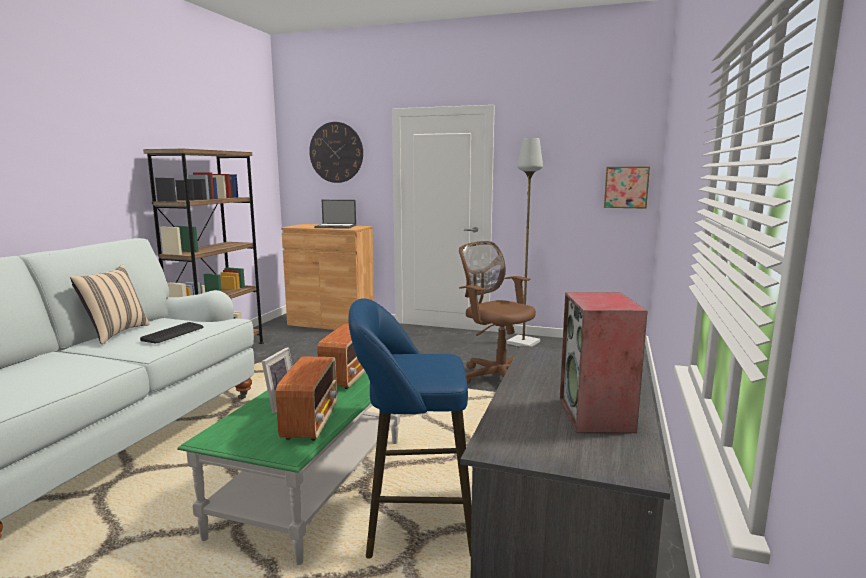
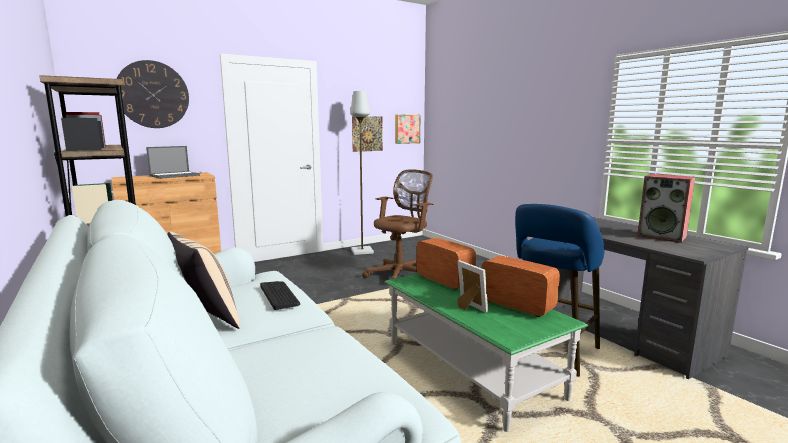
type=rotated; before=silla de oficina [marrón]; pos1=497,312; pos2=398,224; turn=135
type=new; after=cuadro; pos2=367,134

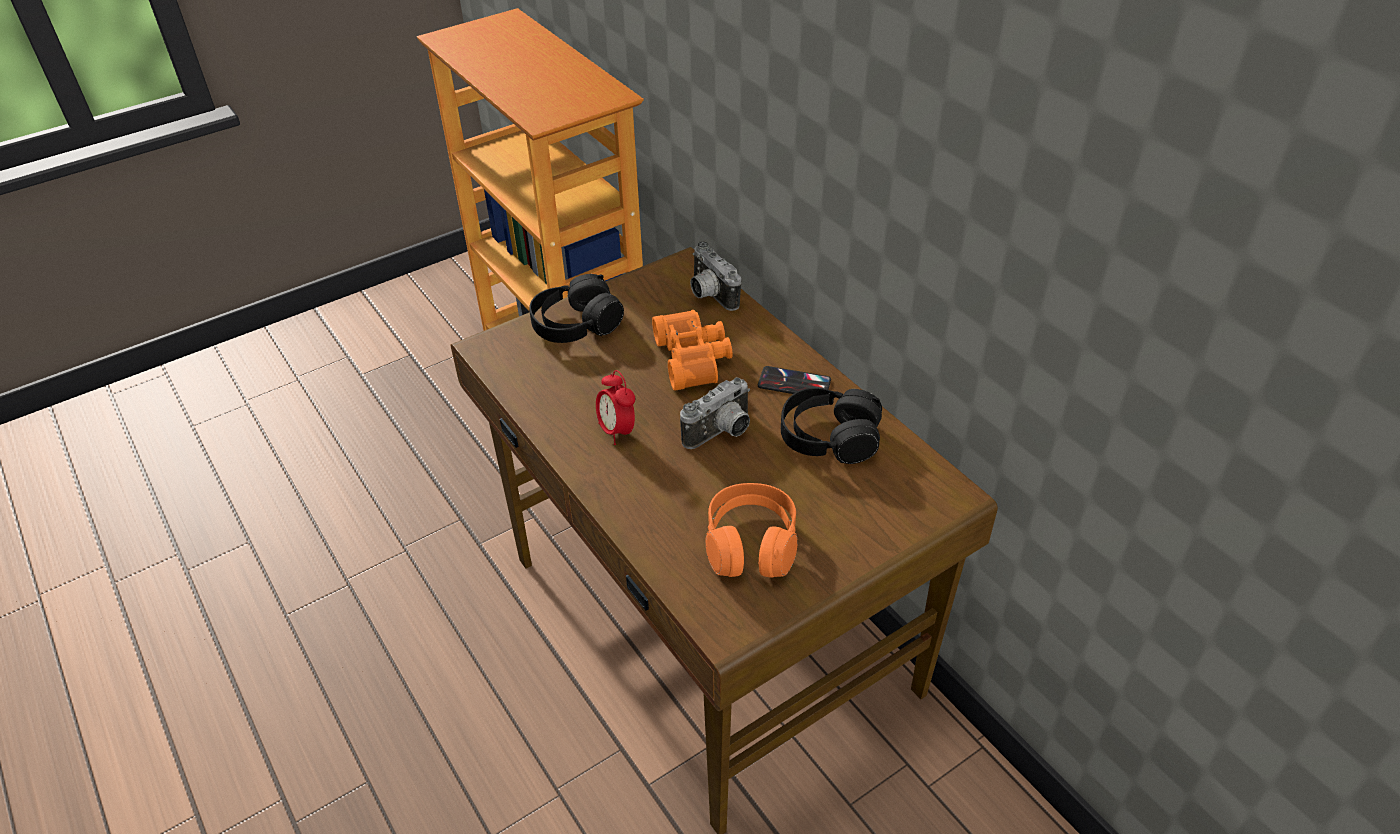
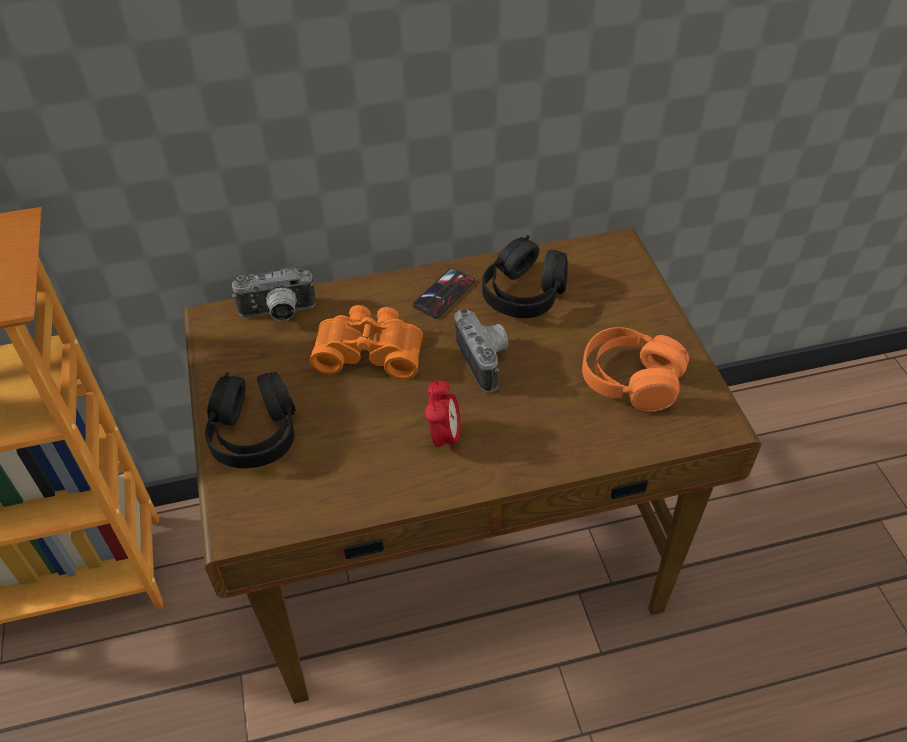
type=rotated; before=despertador; pos1=615,407; pos2=443,416; turn=-75

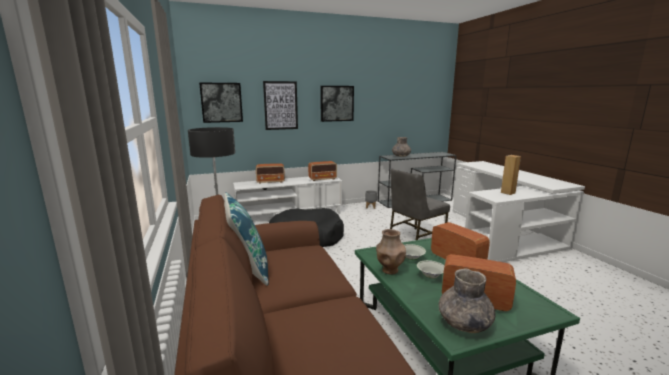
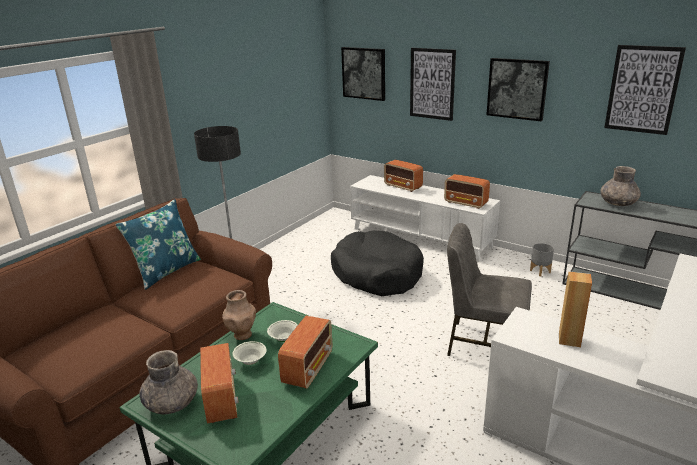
type=new; after=cuadro; pos2=645,90

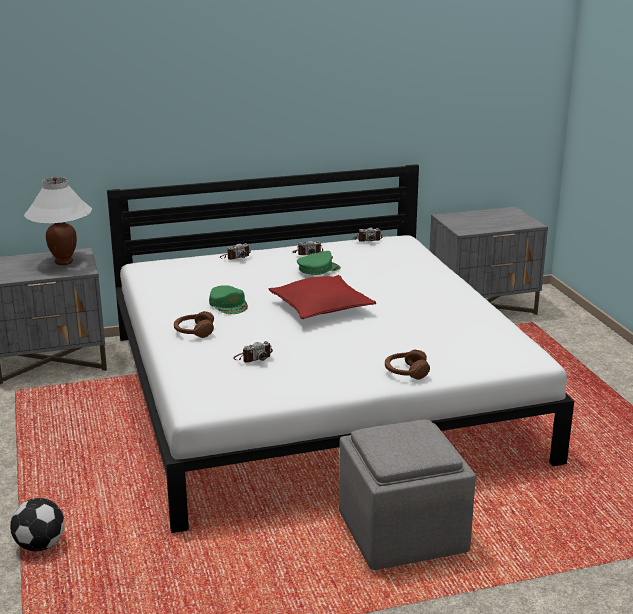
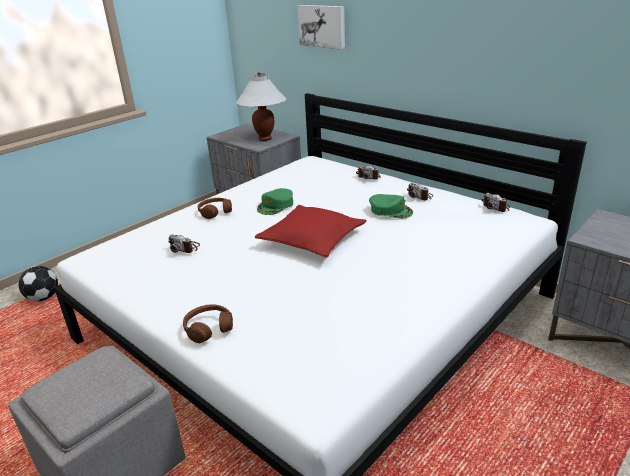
type=new; after=cuadro; pos2=321,27

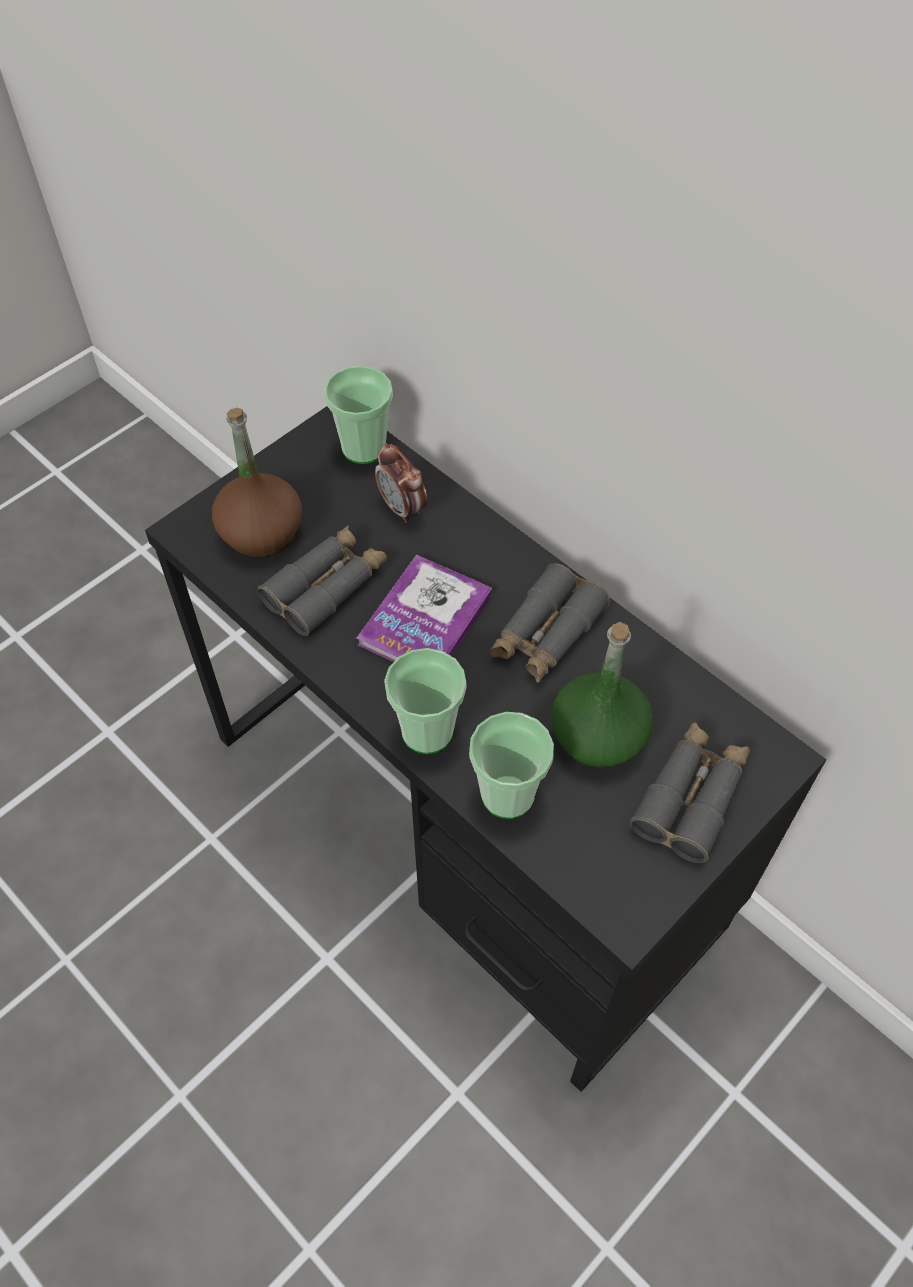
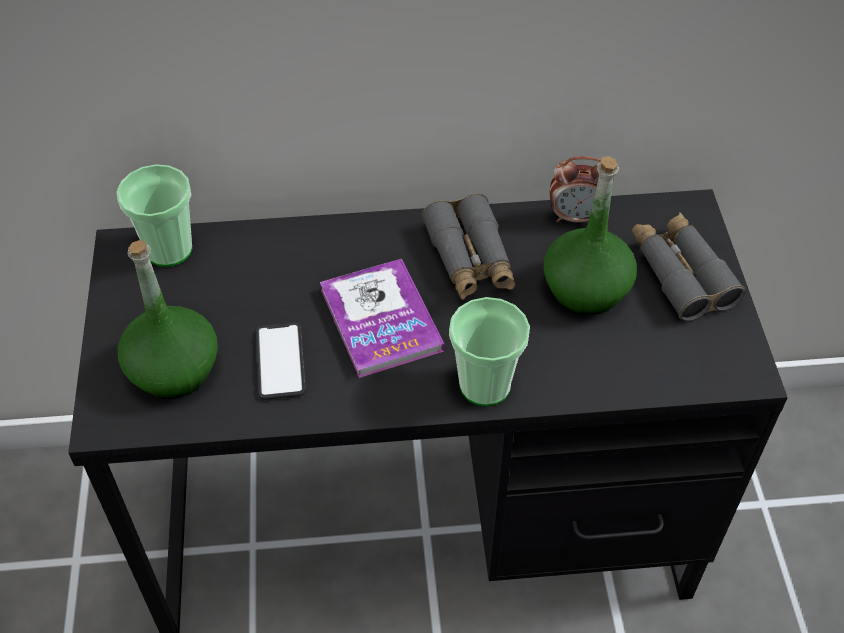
type=repainted; before=botella [marrón]; after=botella [verde]; pos1=257,483; pos2=168,319
type=swapped; before=prismáticos [gris]; after=móvil; pos1=322,581; pos2=281,361
type=shifted; before=despertador; pos1=401,483; pos2=582,189
type=gone; before=taza; pos1=511,765

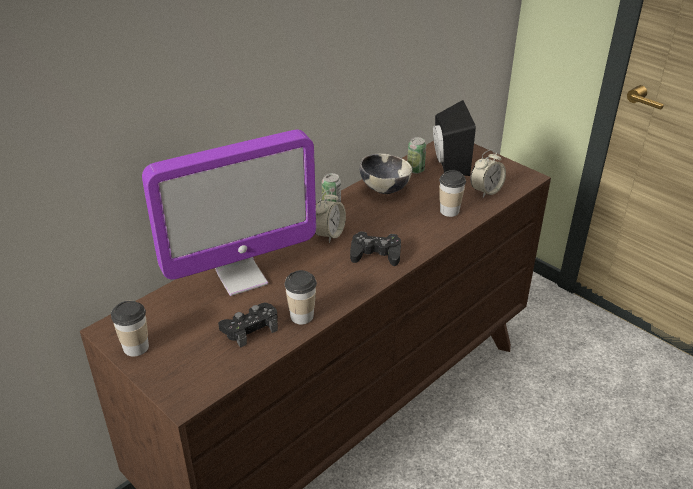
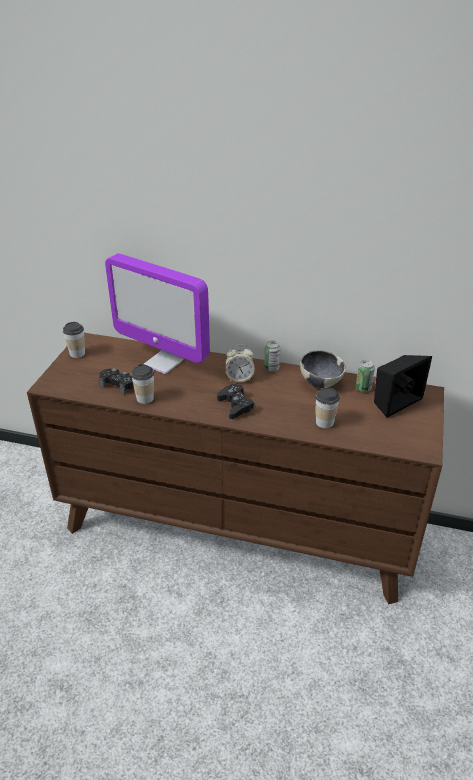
type=gone; before=despertador; pos1=488,173

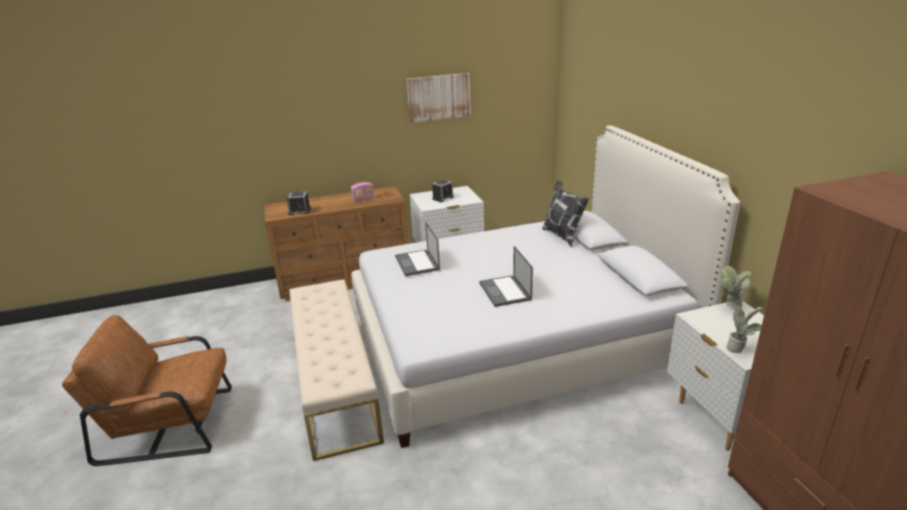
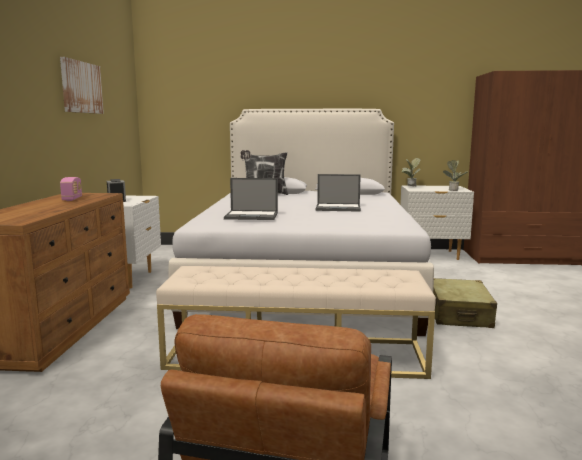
type=gone; before=despertador; pos1=299,203
type=new; after=maleta [beis]; pos2=465,303

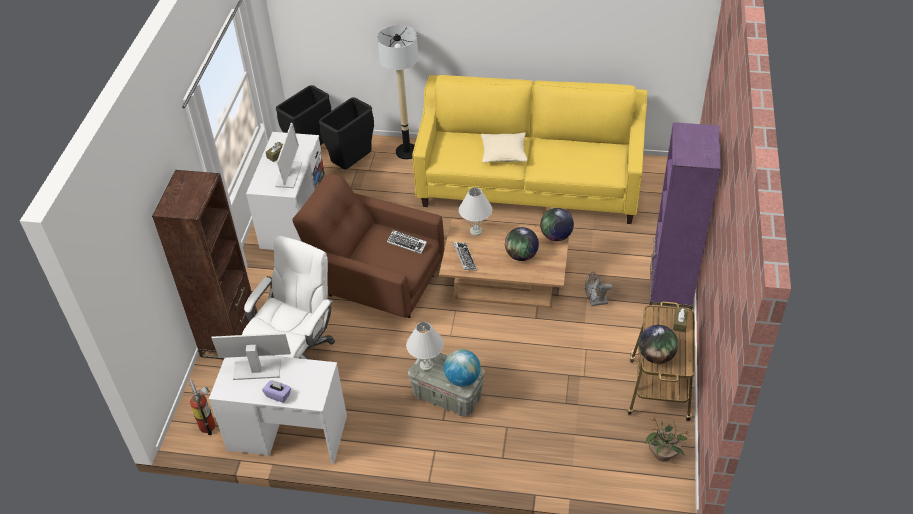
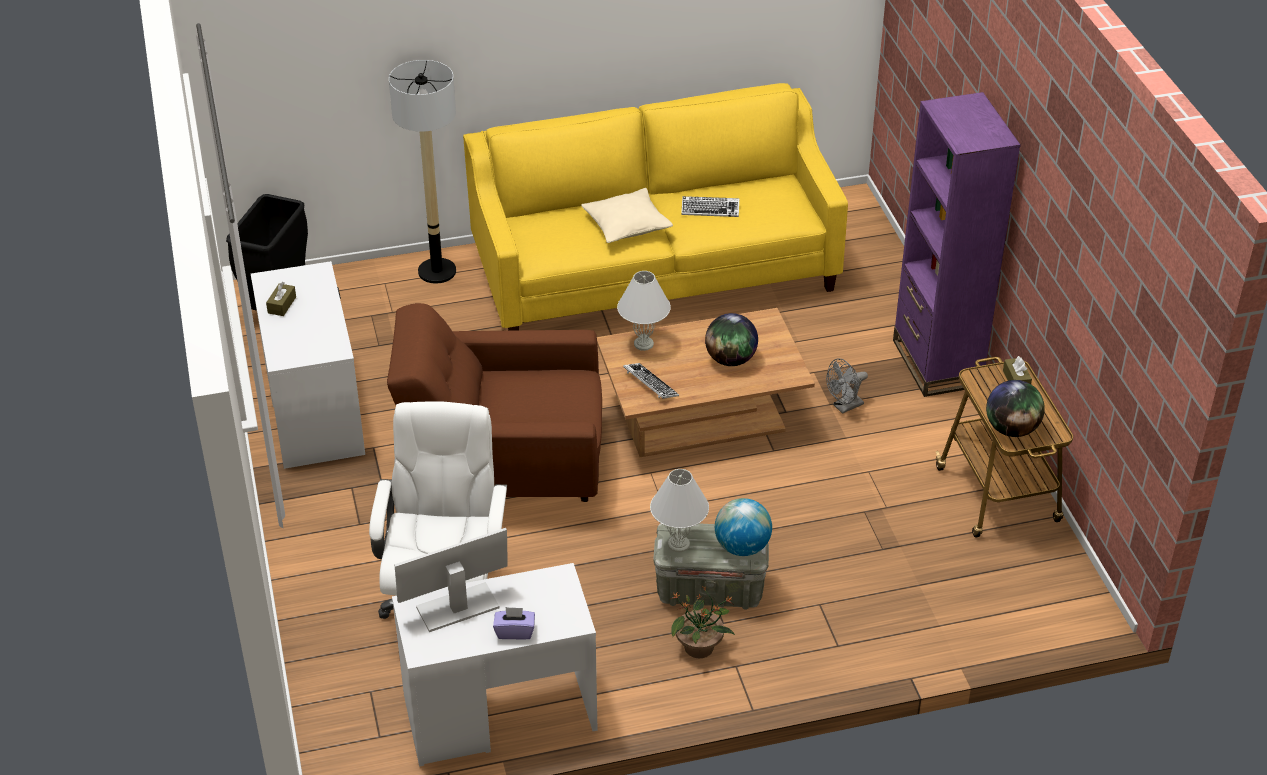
type=gone; before=estantería [marrón]; pos1=204,265
type=gone; before=extintor; pos1=202,407
type=gone; before=monitor; pos1=288,155
type=gone; before=papelera [negro]; pos1=346,133
type=shifted; before=teclado; pos1=407,242; pos2=710,206
type=gone; before=globo terráqueo; pos1=557,224
type=shifted; before=planta en maceta; pos1=667,440; pos2=703,622

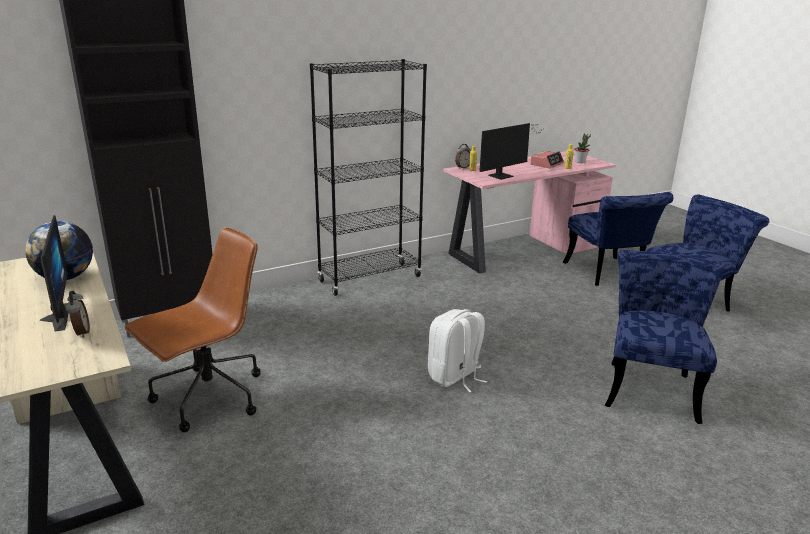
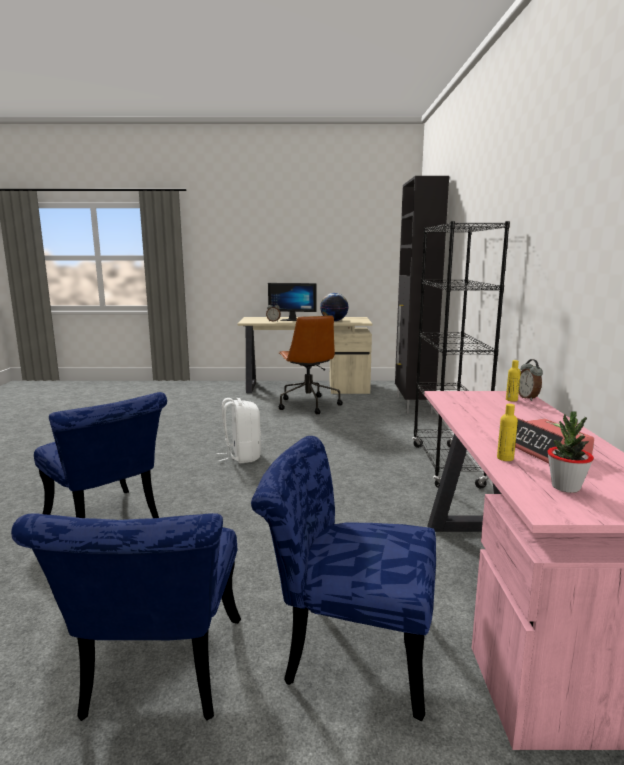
type=gone; before=monitor; pos1=511,151

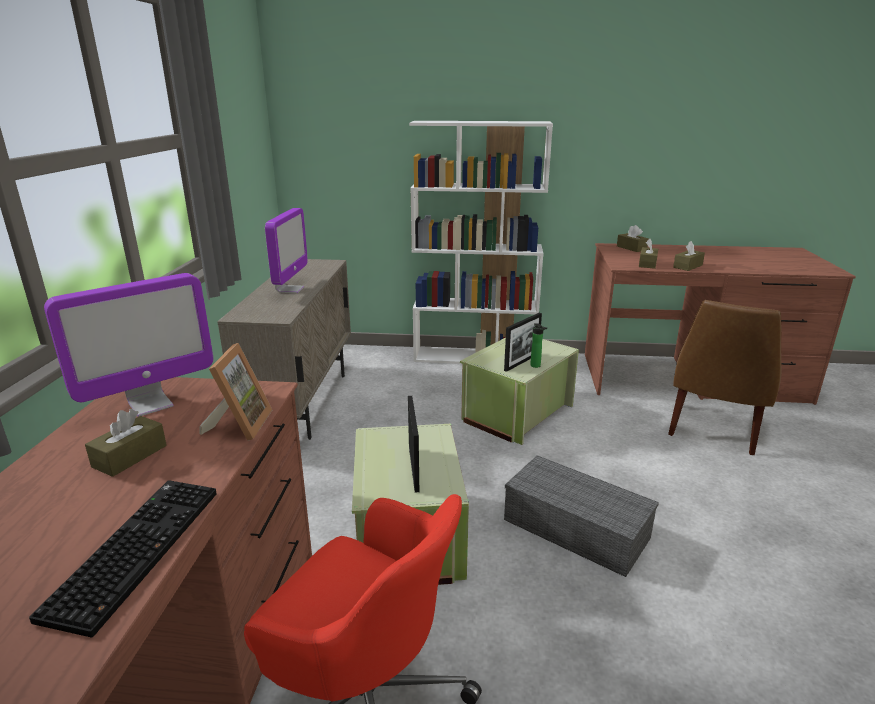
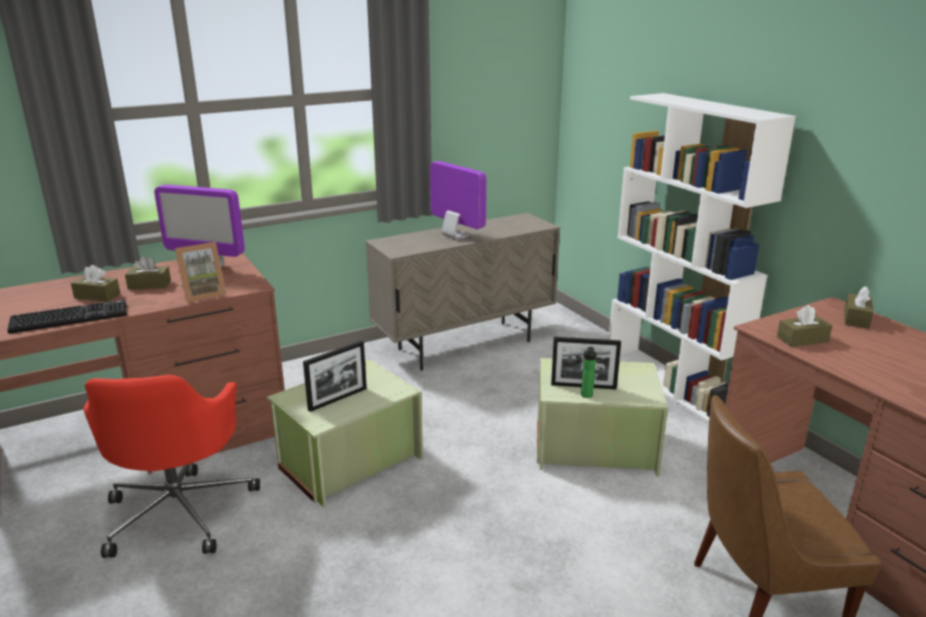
type=rotated; before=monitor; pos1=286,250; pos2=458,200; turn=-105
type=gone; before=caja de almacenaje [gris]; pos1=581,516
type=shifted; before=caja de pañuelos [marrón]; pos1=689,256; pos2=95,283

